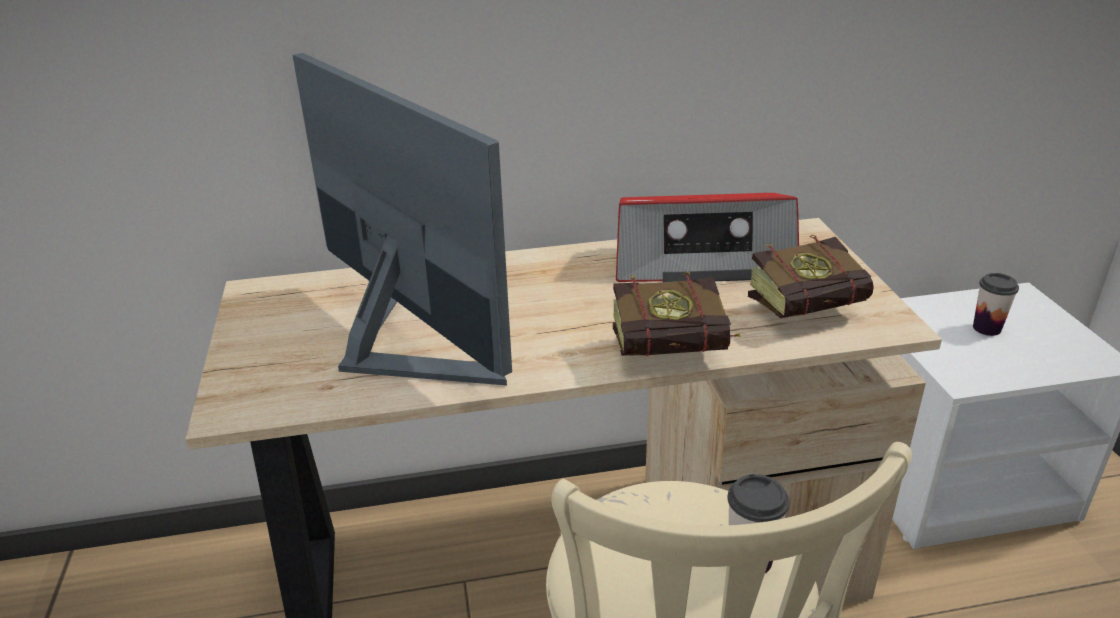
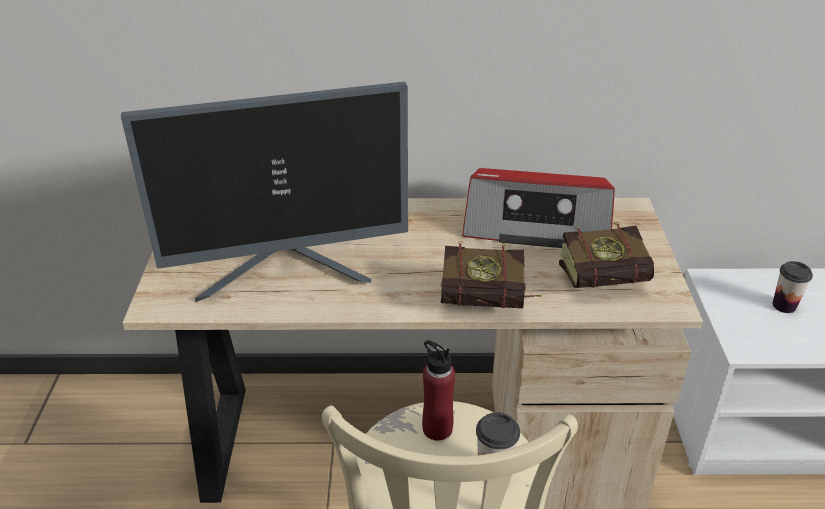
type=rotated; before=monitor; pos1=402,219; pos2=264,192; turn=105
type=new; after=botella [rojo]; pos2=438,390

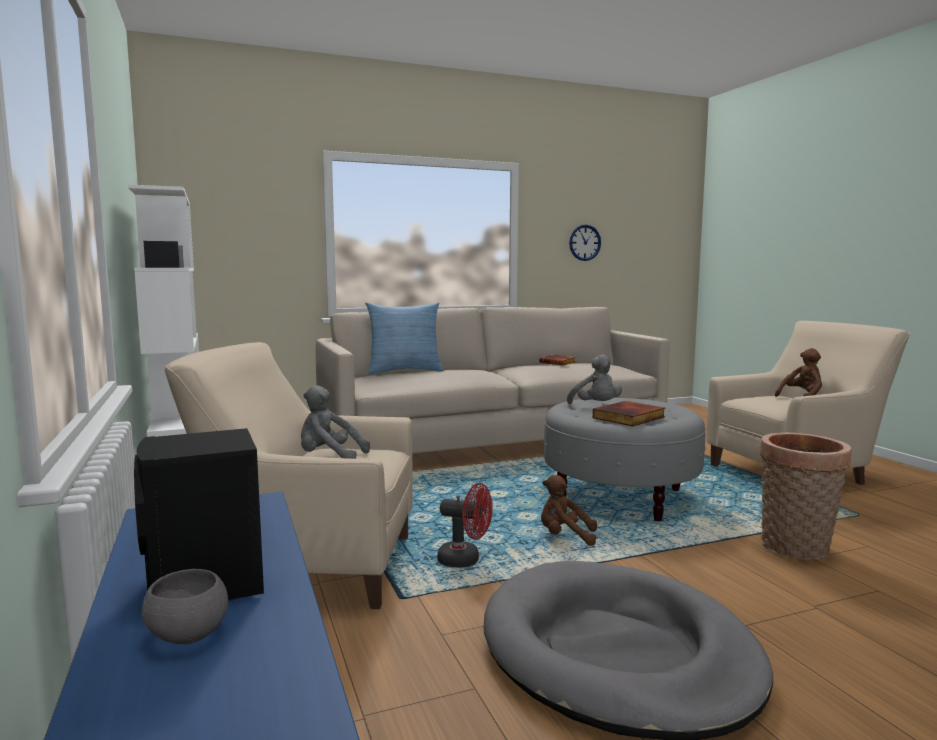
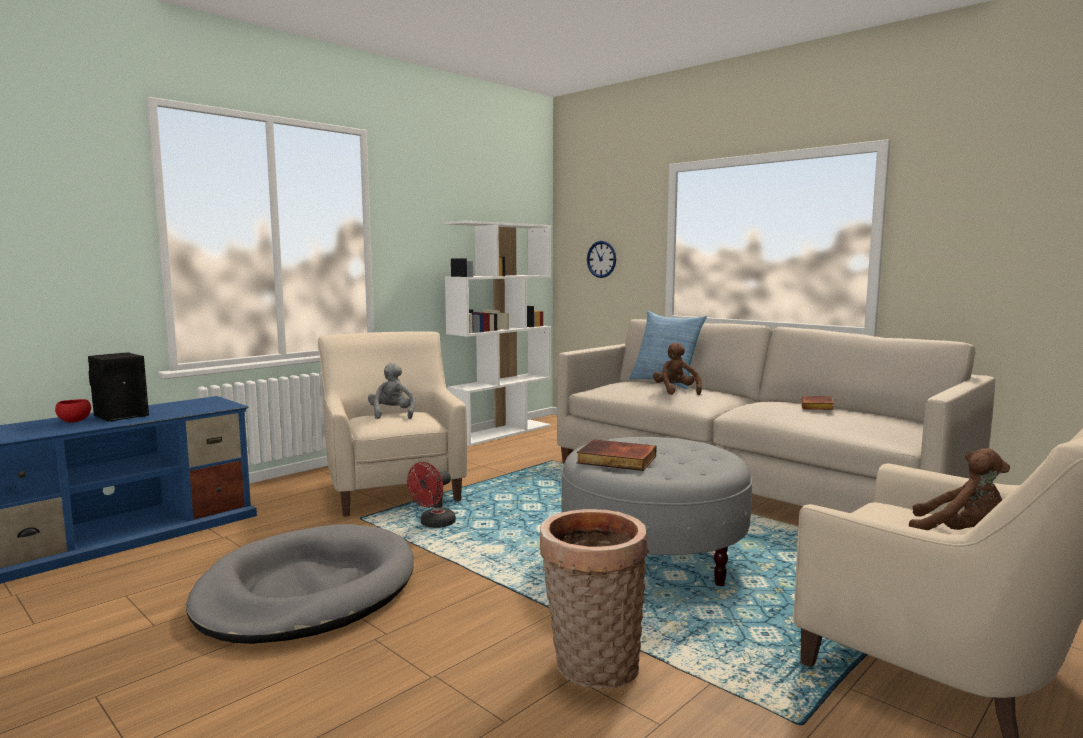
type=repainted; before=cuenco [gris]; after=cuenco [rojo]; pos1=185,606; pos2=73,411
type=rotated; before=ventilador [rojo]; pos1=465,525; pos2=431,495; turn=45
type=shifted; before=peluche [marrón]; pos1=569,510; pos2=677,369
type=gone; before=peluche [gris]; pos1=594,379
type=shifted; before=reloj de pared; pos1=585,243; pos2=601,259

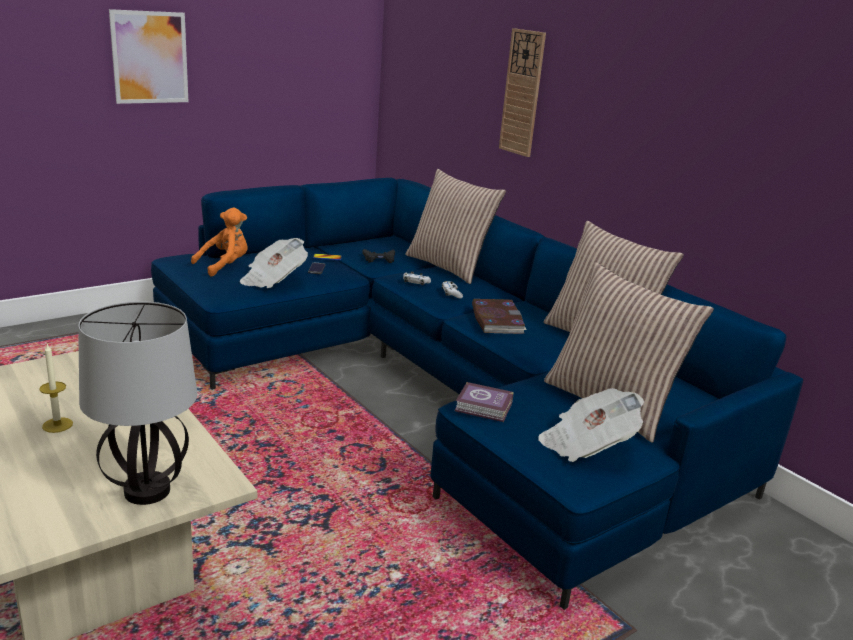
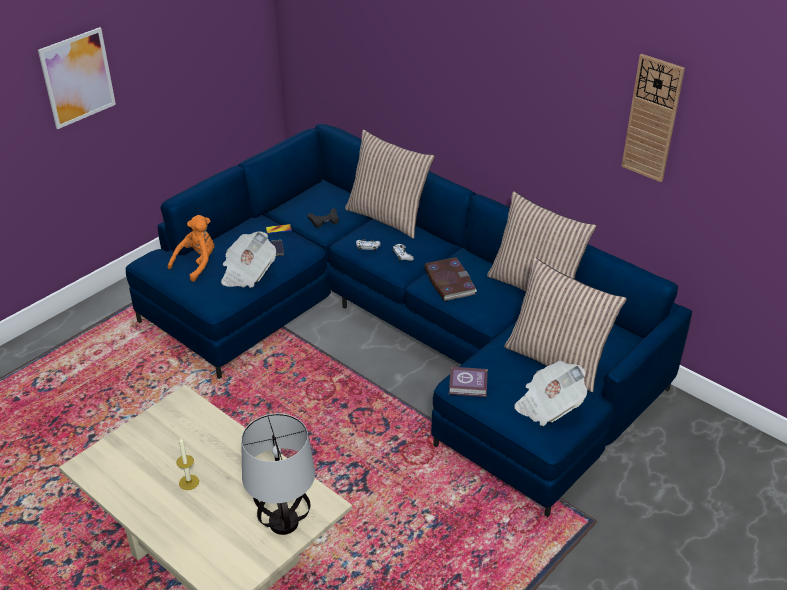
type=shifted; before=reloj de pared; pos1=522,92; pos2=653,118

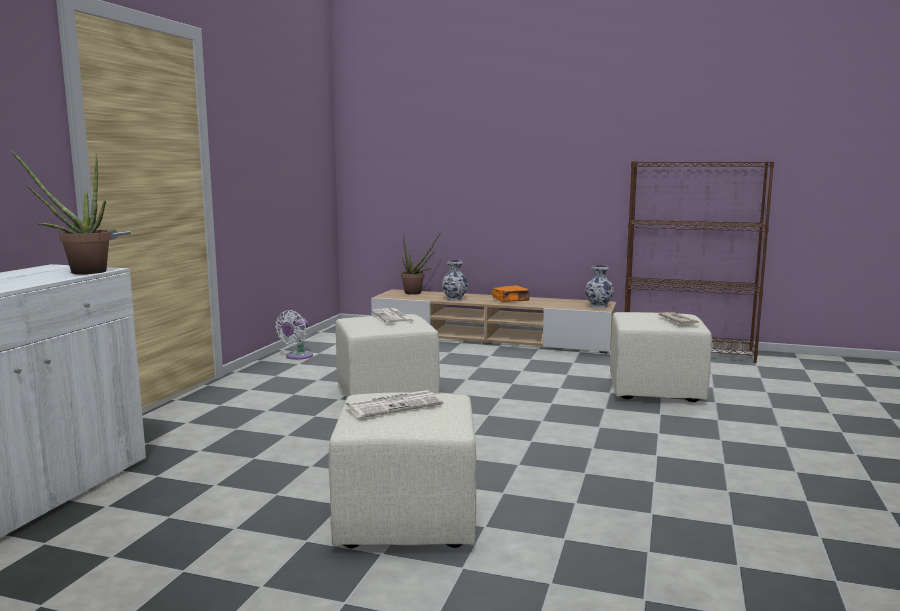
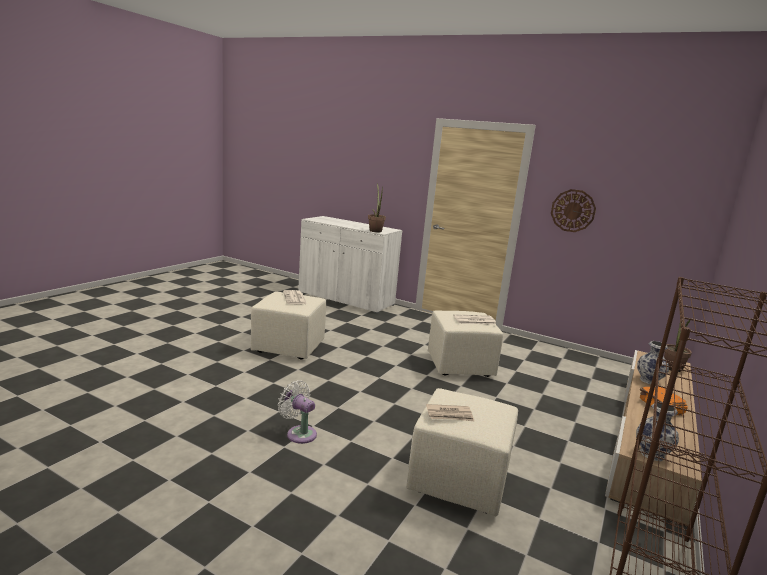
type=shifted; before=ventilador [blanco]; pos1=294,335; pos2=297,412
type=new; after=reloj de pared; pos2=573,210

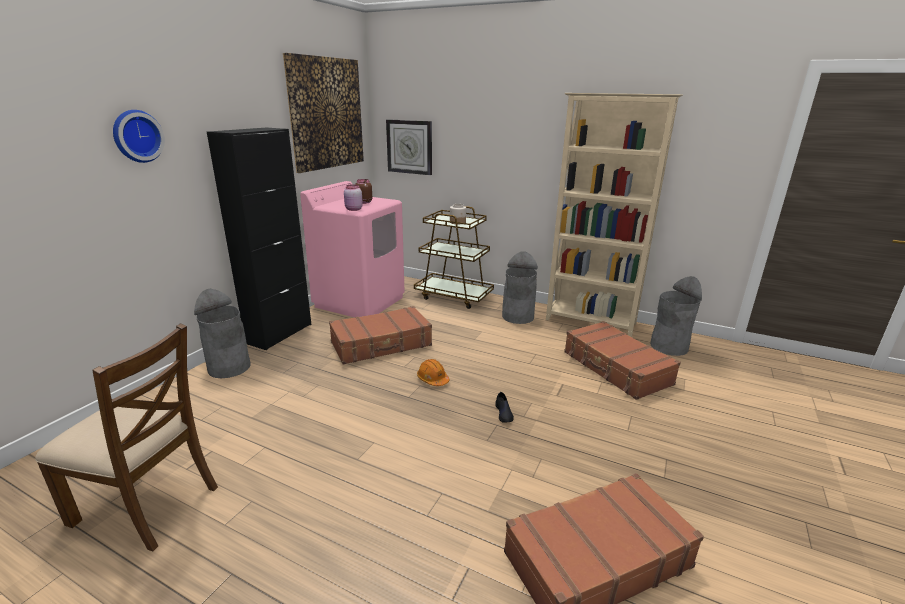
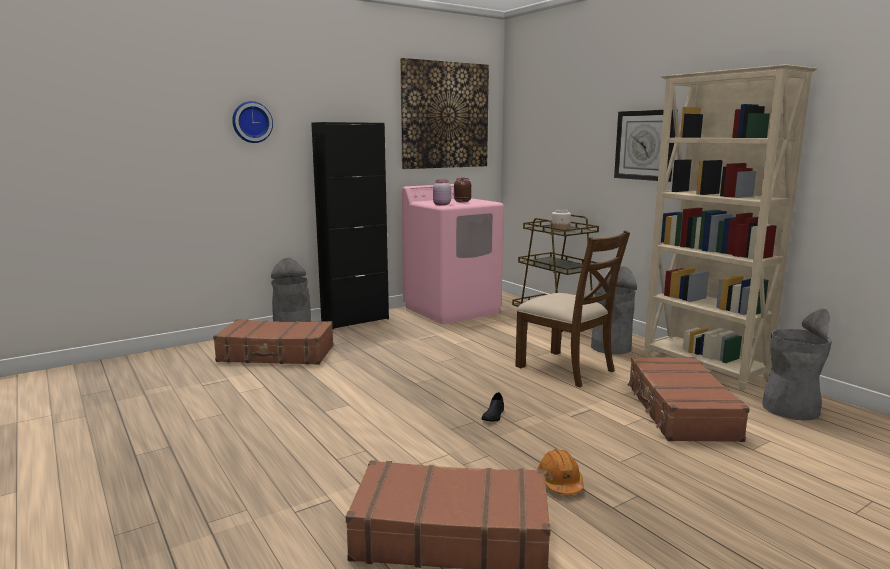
type=shifted; before=silla [marrón]; pos1=126,437; pos2=572,309
type=shifted; before=maleta [marrón]; pos1=380,335; pos2=273,342
type=shifted; before=reloj de pared; pos1=409,147; pos2=644,145
type=shifted; before=casco [naranja]; pos1=433,372; pos2=560,472

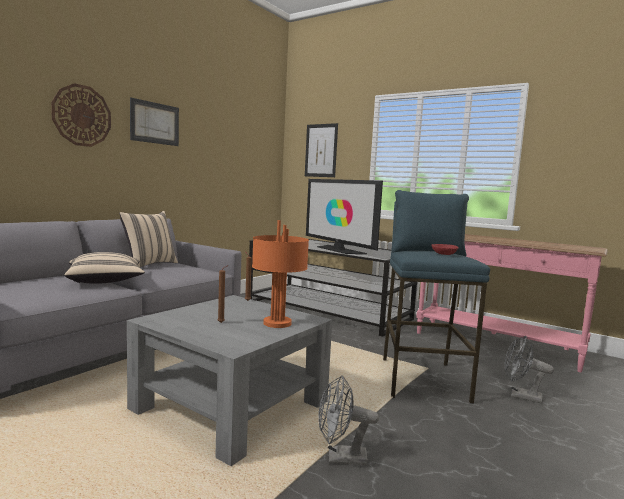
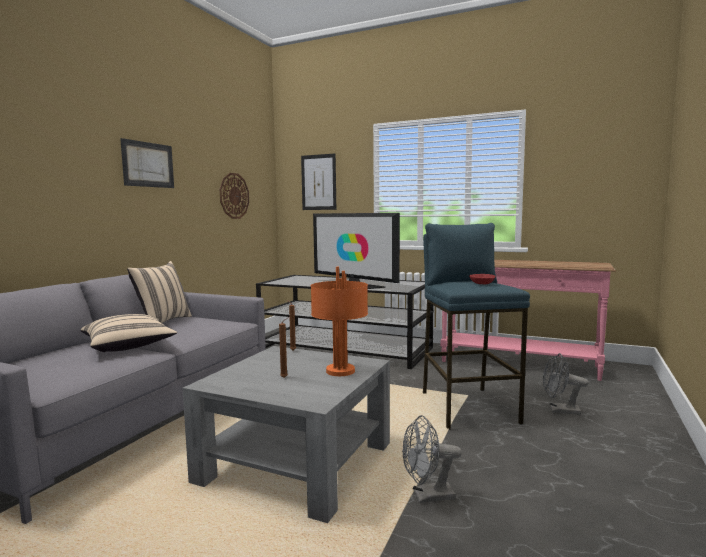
type=shifted; before=reloj de pared; pos1=81,115; pos2=234,196

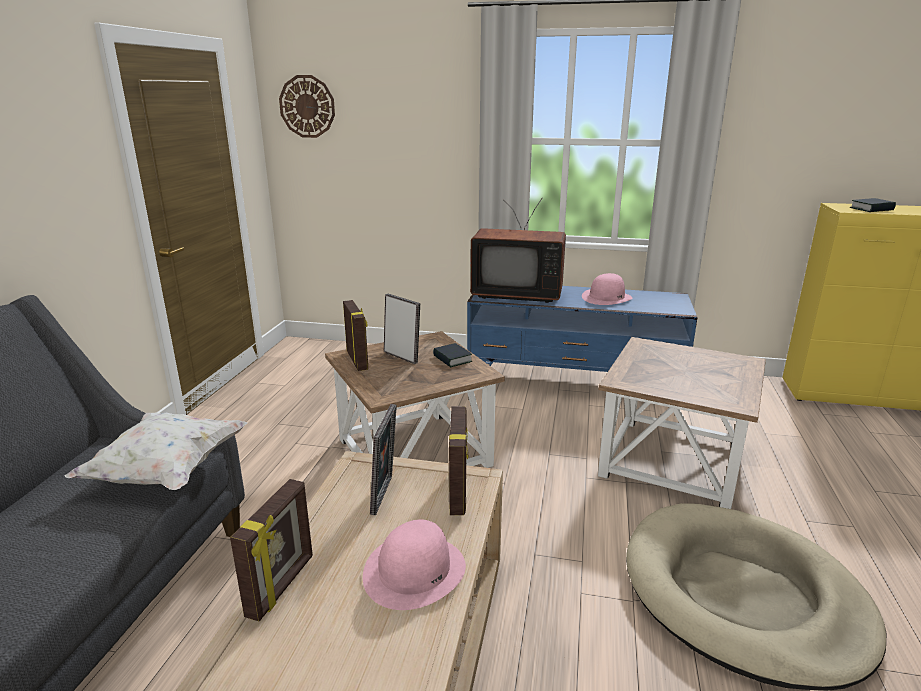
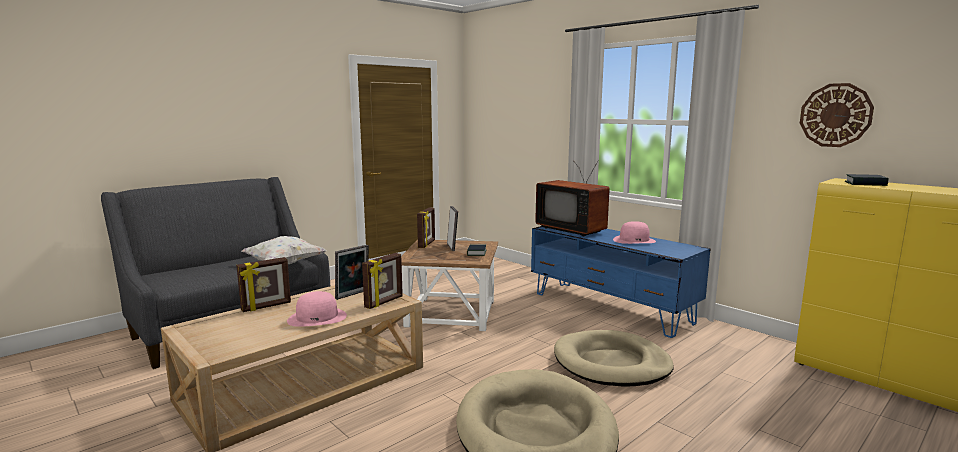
type=shifted; before=reloj de pared; pos1=307,106; pos2=837,115
type=swapped; before=mesa auxiliar [marrón]; after=cama para perro [beis]; pos1=682,423; pos2=614,358

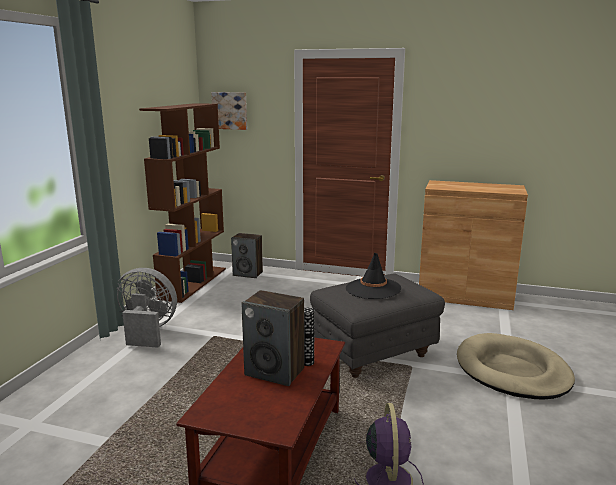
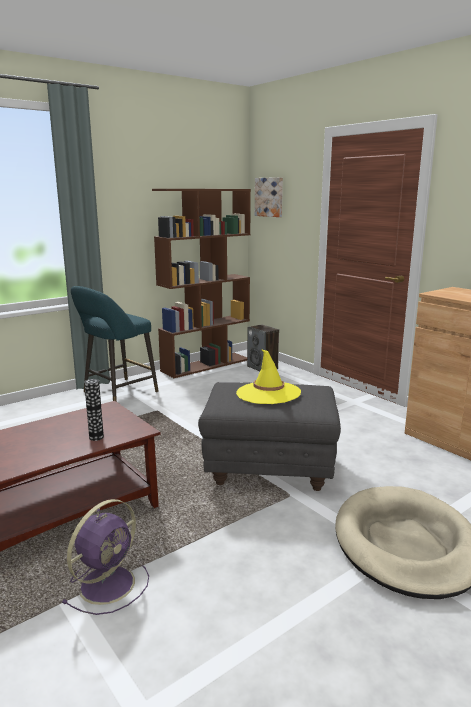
type=swapped; before=ventilador [gris]; after=taburete [turquesa]; pos1=147,307; pos2=114,344
type=gone; before=altavoz; pos1=273,338
type=repainted; before=sombrero [negro]; after=sombrero [amarillo]; pos1=373,276; pos2=268,376

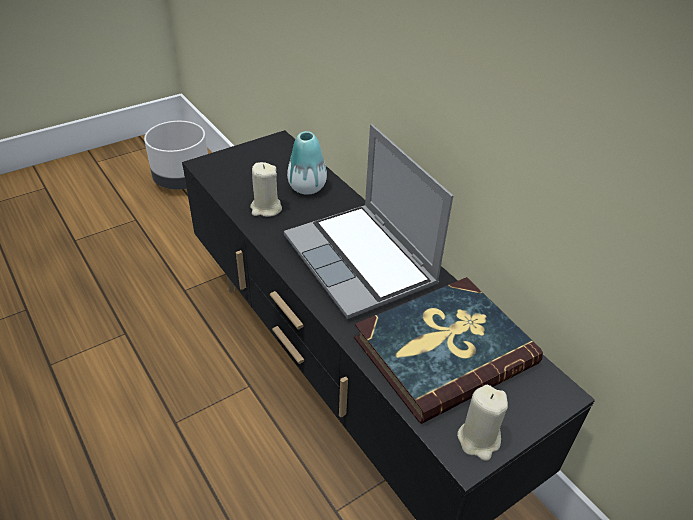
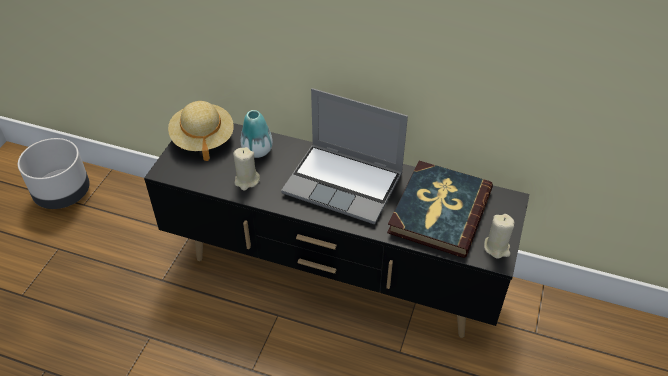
type=new; after=sombrero [beis]; pos2=201,131

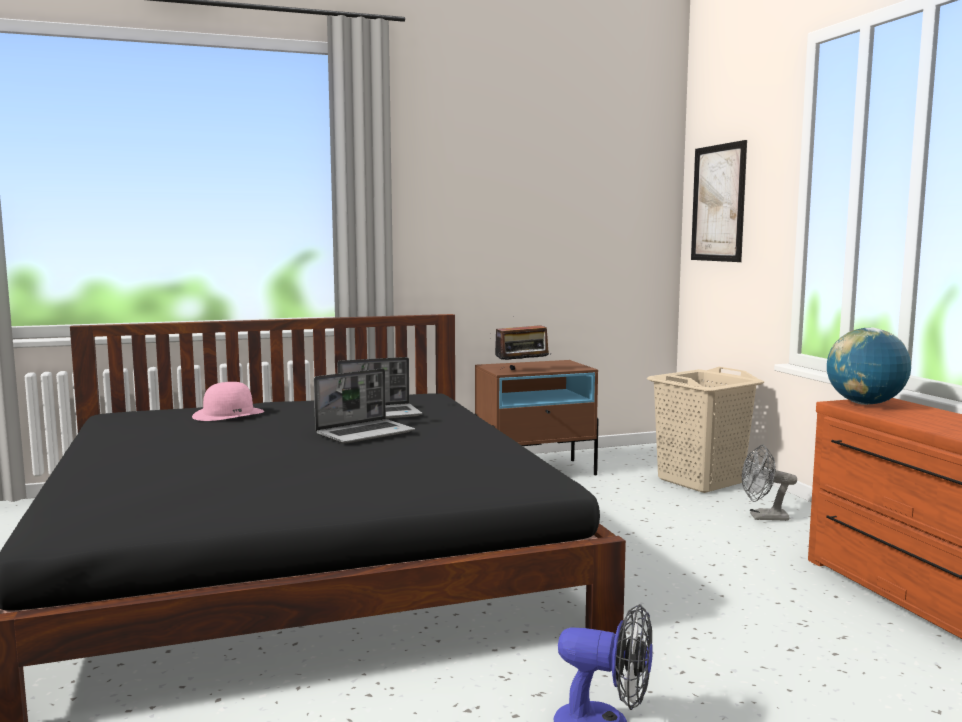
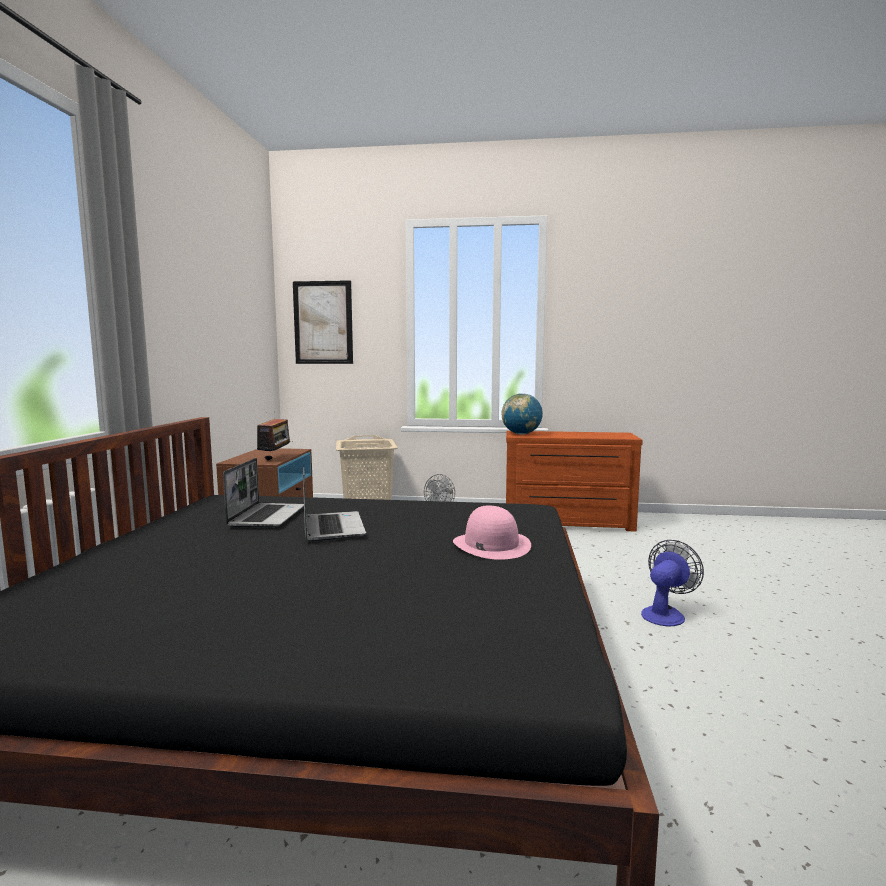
type=shifted; before=sombrero [rosa]; pos1=228,401; pos2=492,532

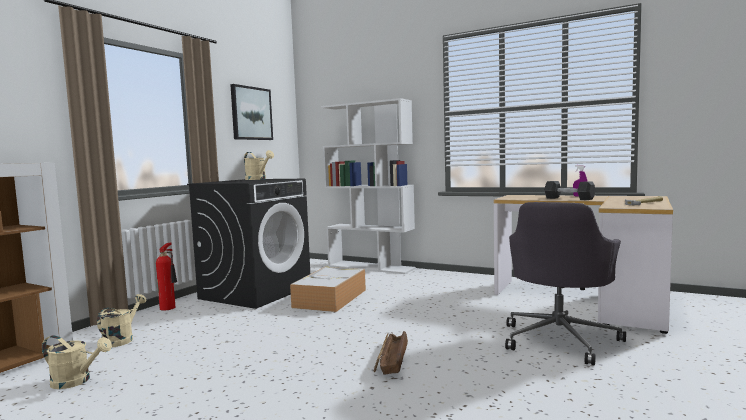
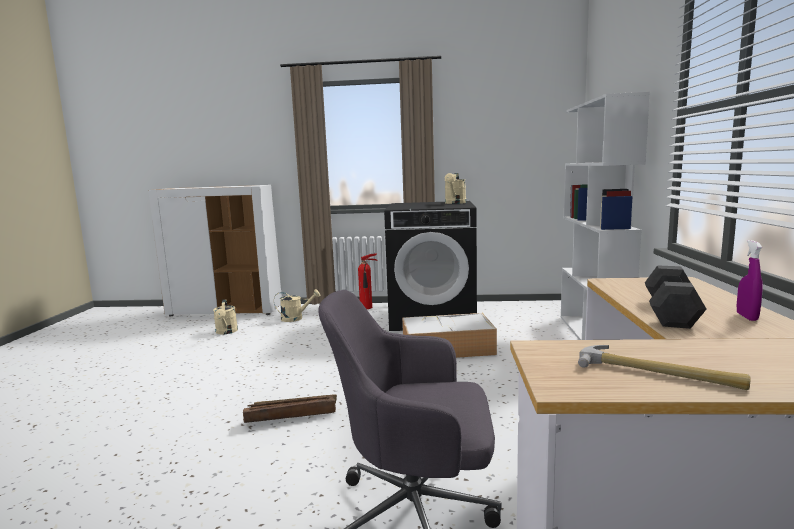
type=gone; before=cuadro; pos1=251,112

